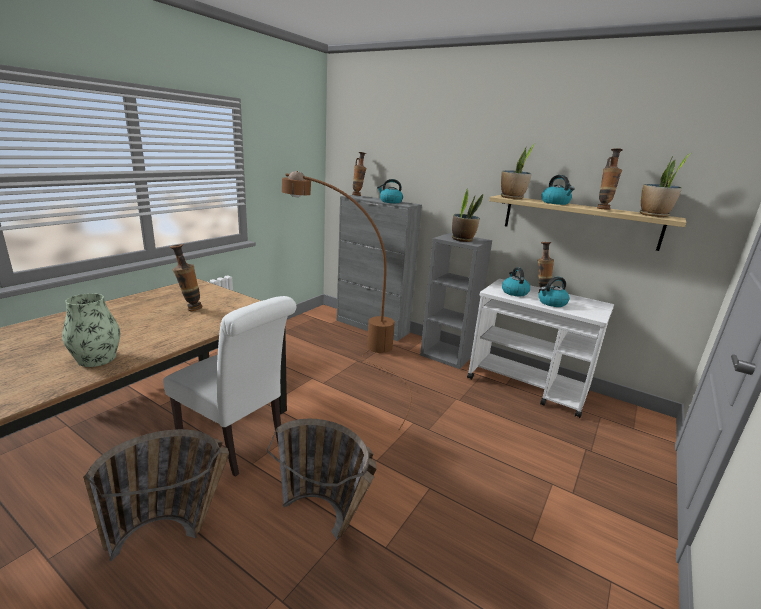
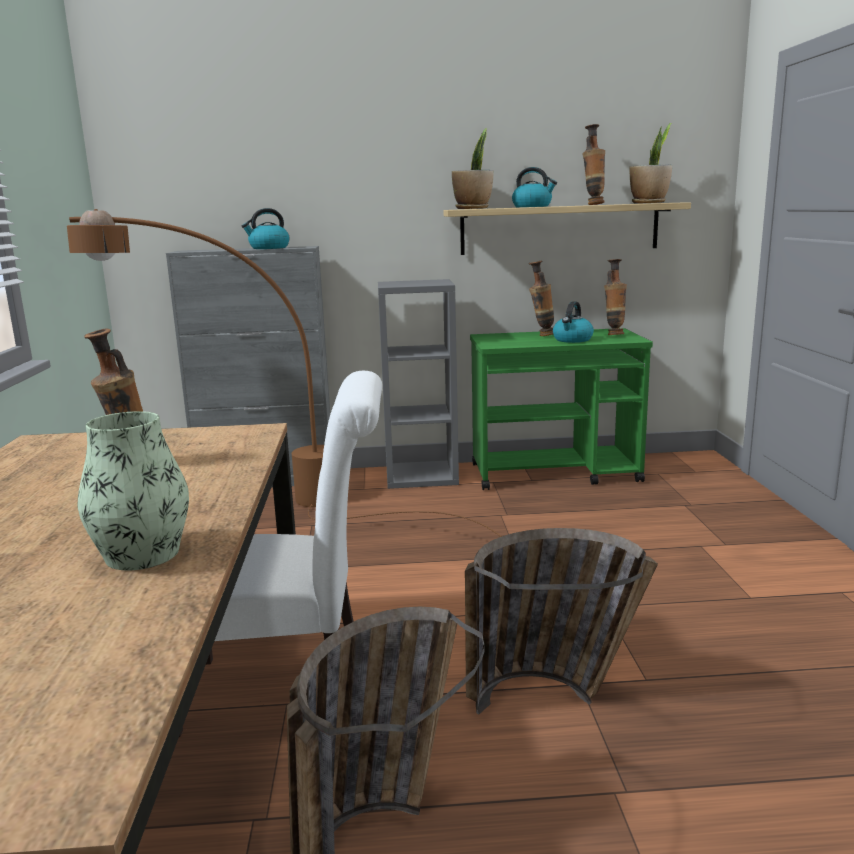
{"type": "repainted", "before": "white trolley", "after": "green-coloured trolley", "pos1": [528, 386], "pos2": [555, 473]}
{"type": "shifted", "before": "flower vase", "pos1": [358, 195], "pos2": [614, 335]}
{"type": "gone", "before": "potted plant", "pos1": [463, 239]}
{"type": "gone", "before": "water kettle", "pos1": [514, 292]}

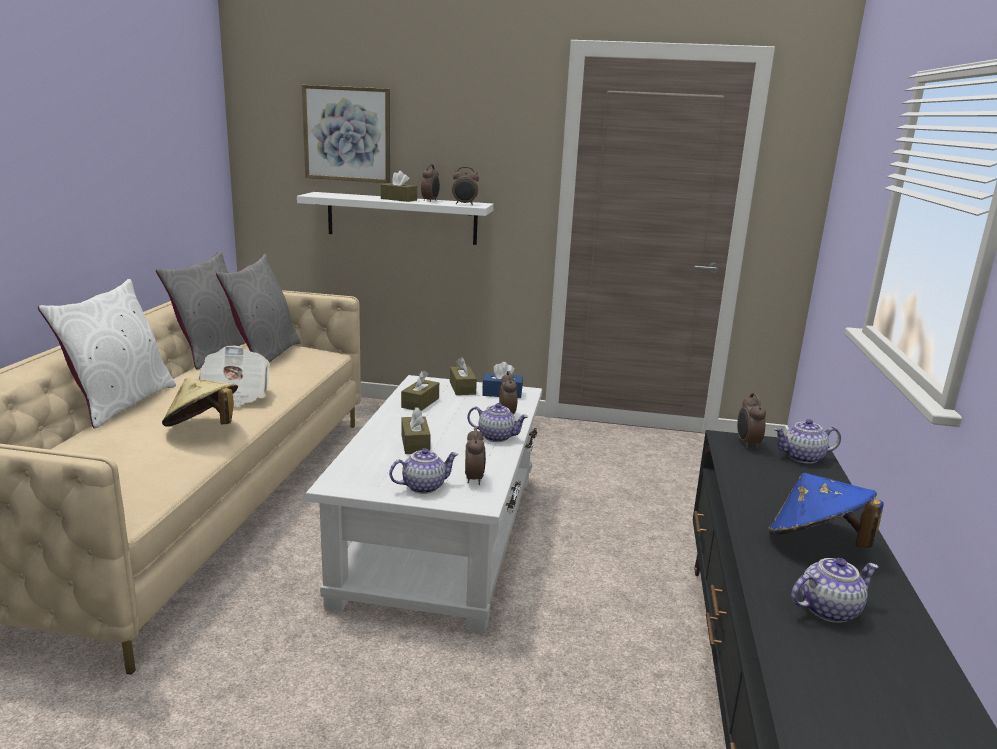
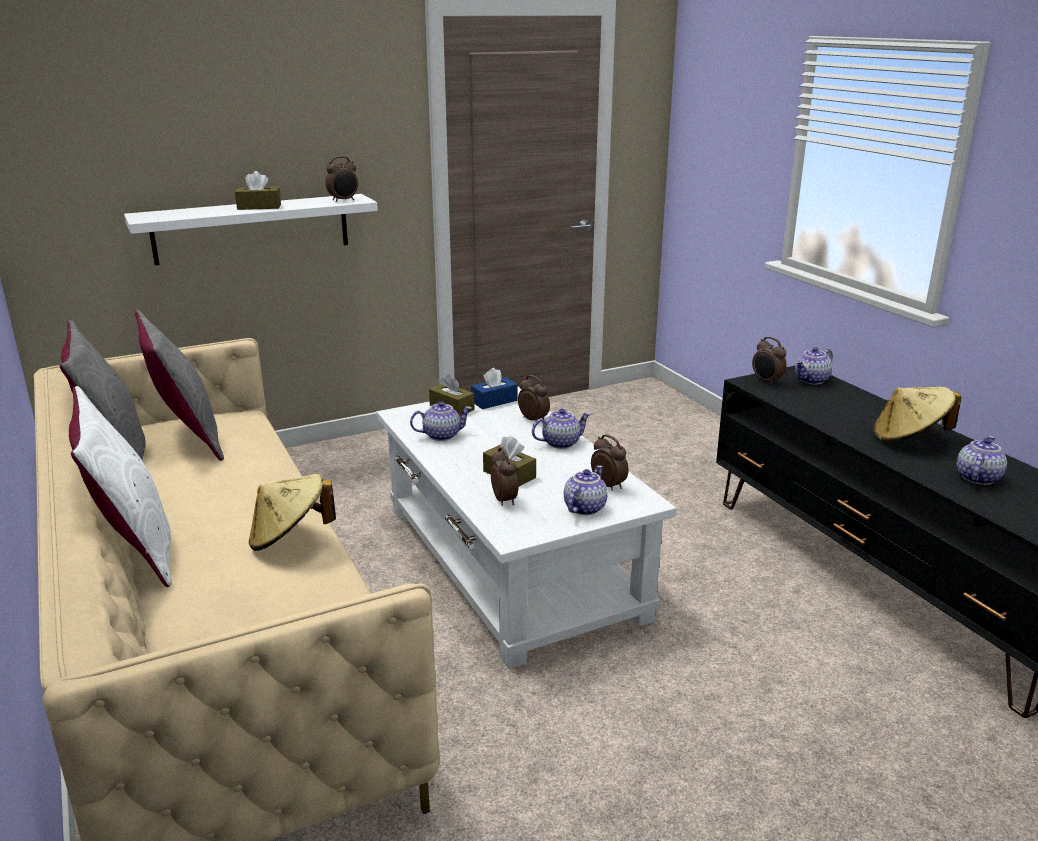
{"type": "swapped", "before": "brown box of tissues", "after": "teapot", "pos1": [420, 403], "pos2": [442, 435]}
{"type": "shifted", "before": "table clock", "pos1": [430, 201], "pos2": [505, 500]}
{"type": "repainted", "before": "blue hat", "after": "sand-coloured hat", "pos1": [815, 542], "pos2": [909, 438]}
{"type": "gone", "before": "daily paper", "pos1": [236, 395]}
{"type": "gone", "before": "wall picture", "pos1": [347, 134]}

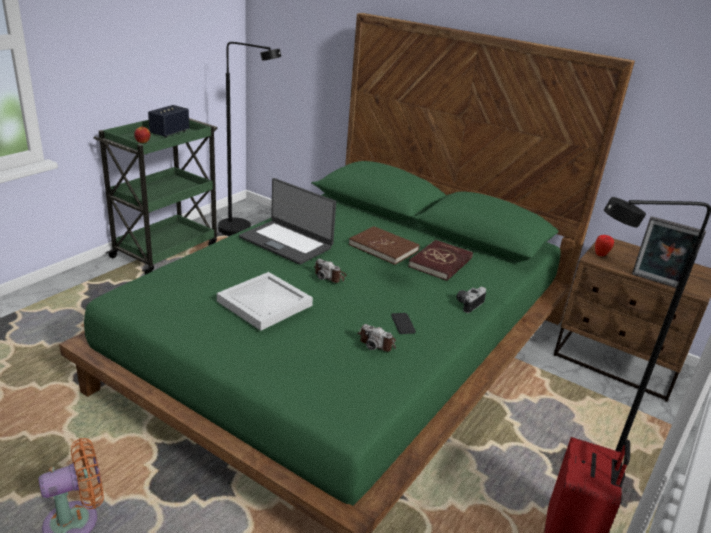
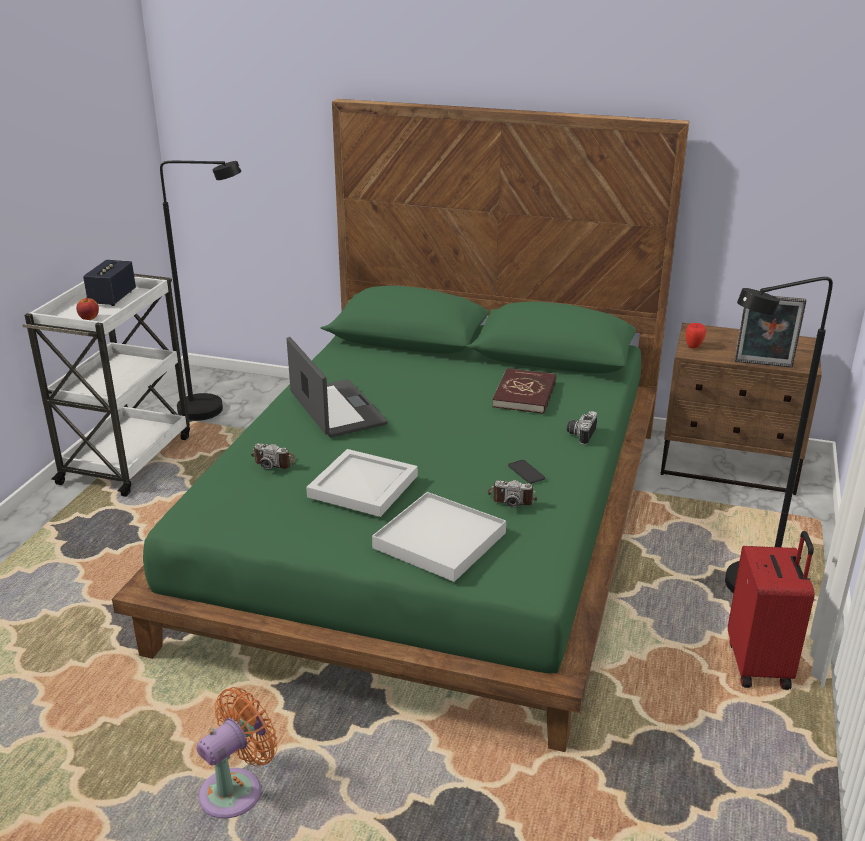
{"type": "repainted", "before": "green-coloured trolley", "after": "white trolley", "pos1": [166, 250], "pos2": [127, 458]}
{"type": "shifted", "before": "photo camera", "pos1": [330, 276], "pos2": [275, 461]}
{"type": "rotated", "before": "portable computer", "pos1": [286, 242], "pos2": [336, 409], "turn": -135}
{"type": "new", "after": "white carrying tray", "pos2": [440, 540]}
{"type": "gone", "before": "brown bound book", "pos1": [383, 248]}

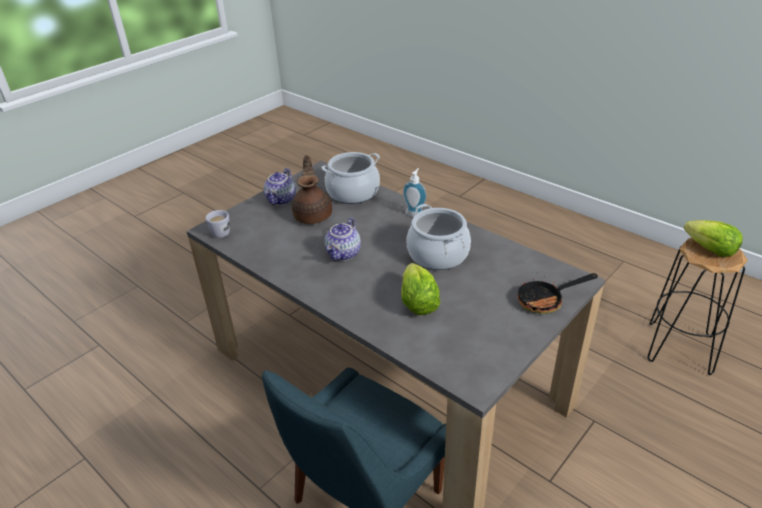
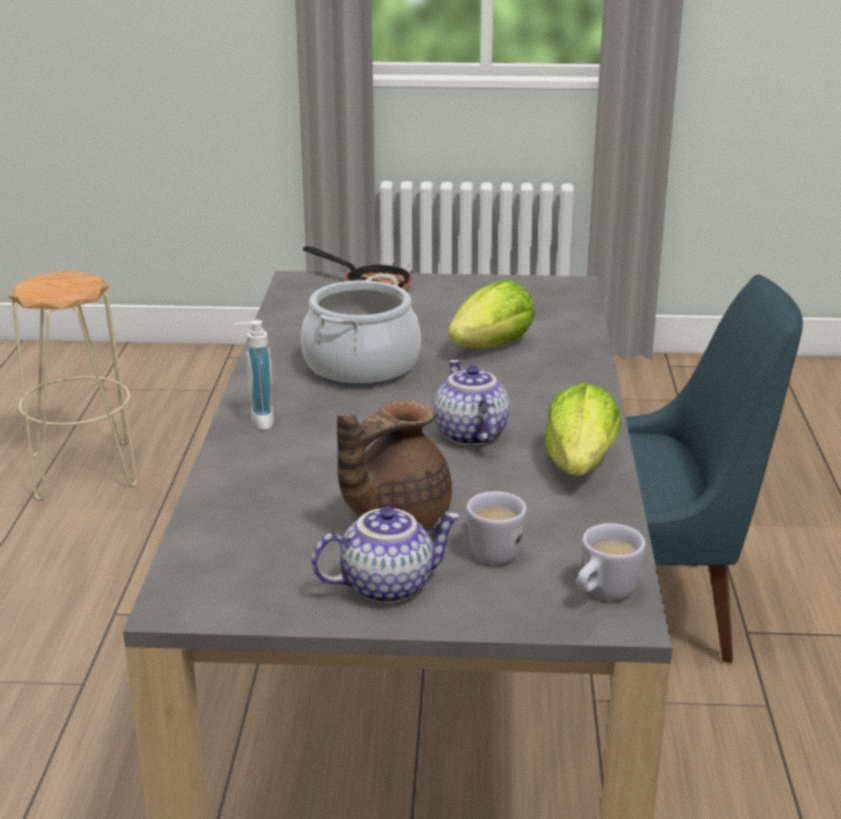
{"type": "repainted", "before": "black sitting stool", "after": "sand-coloured sitting stool", "pos1": [679, 348], "pos2": [84, 470]}
{"type": "rotated", "before": "teapot", "pos1": [344, 254], "pos2": [468, 434], "turn": -90}
{"type": "new", "after": "white mug", "pos2": [490, 549]}
{"type": "shifted", "before": "lettuce head", "pos1": [710, 250], "pos2": [580, 465]}
{"type": "gone", "before": "cooking pot", "pos1": [353, 192]}

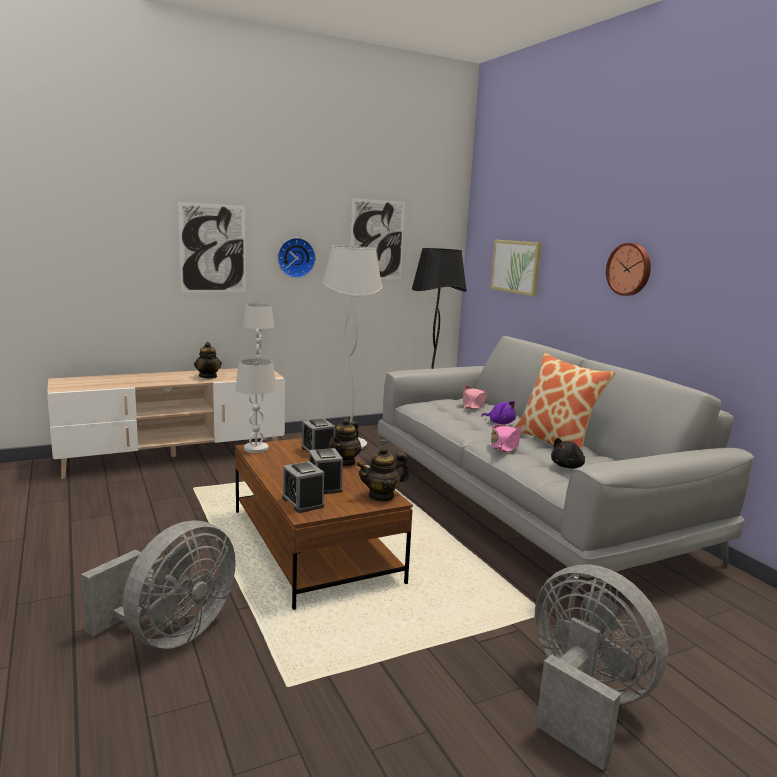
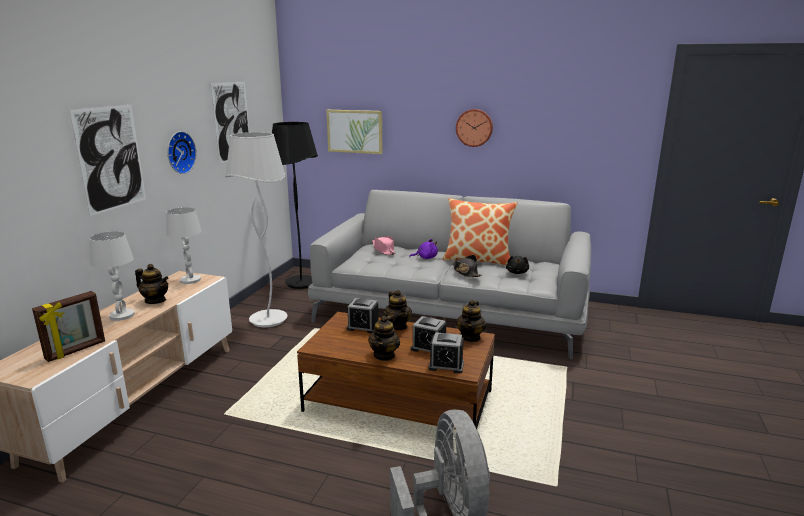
{"type": "new", "after": "picture frame", "pos2": [76, 351]}
{"type": "shifted", "before": "white lamp for a table", "pos1": [256, 448], "pos2": [122, 315]}
{"type": "new", "after": "teapot", "pos2": [384, 355]}
{"type": "repainted", "before": "pink hat", "after": "black hat", "pos1": [505, 445], "pos2": [465, 272]}
{"type": "gone", "before": "greyish electric fan", "pos1": [584, 701]}

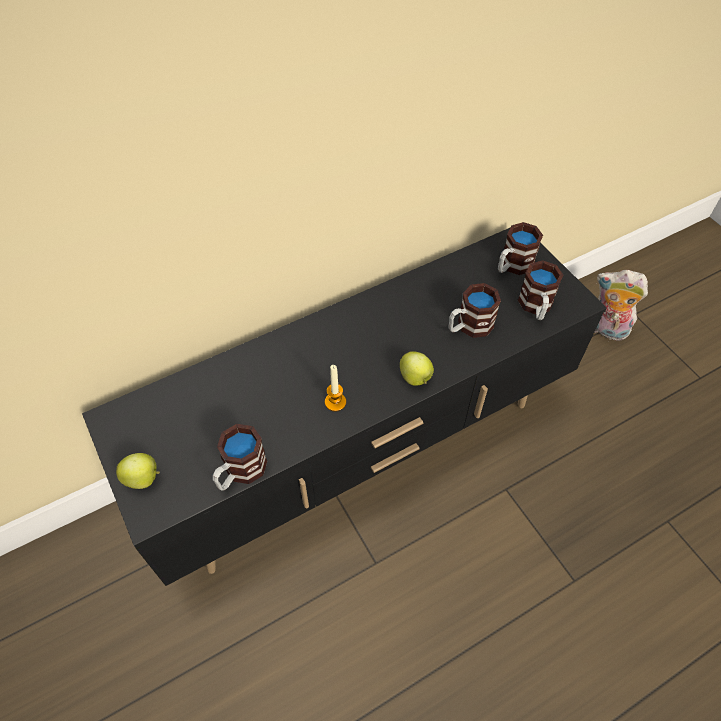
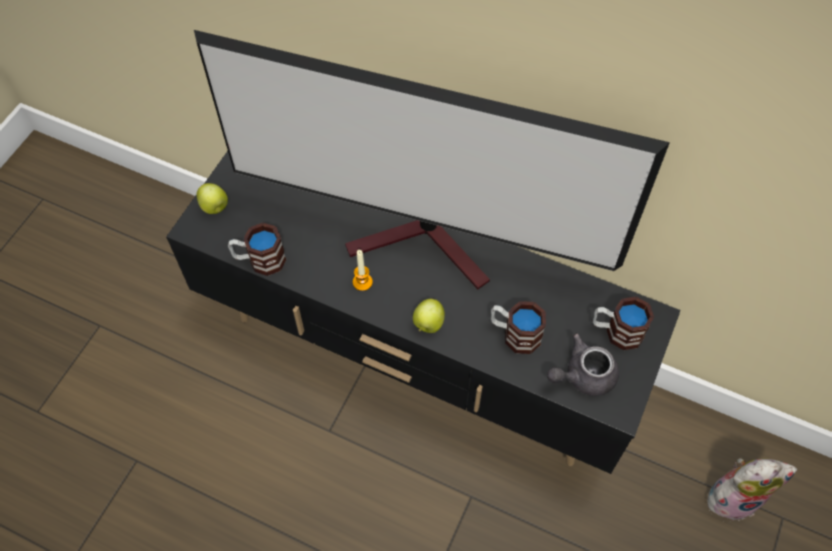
{"type": "new", "after": "TV", "pos2": [427, 245]}
{"type": "swapped", "before": "mug", "after": "greyish teapot", "pos1": [536, 307], "pos2": [582, 375]}
{"type": "rotated", "before": "soft toy", "pos1": [605, 329], "pos2": [733, 496], "turn": 90}

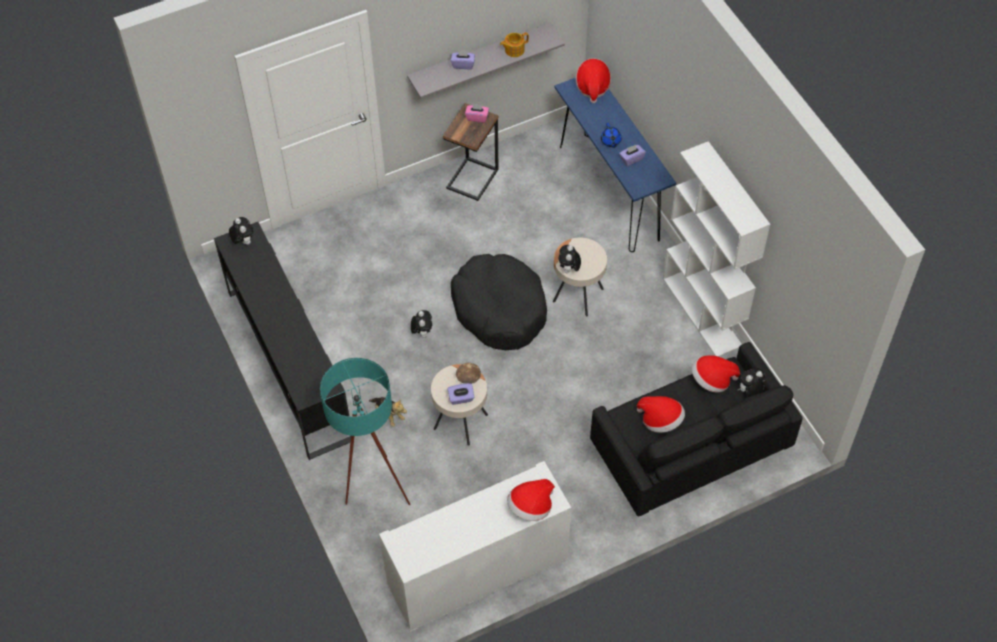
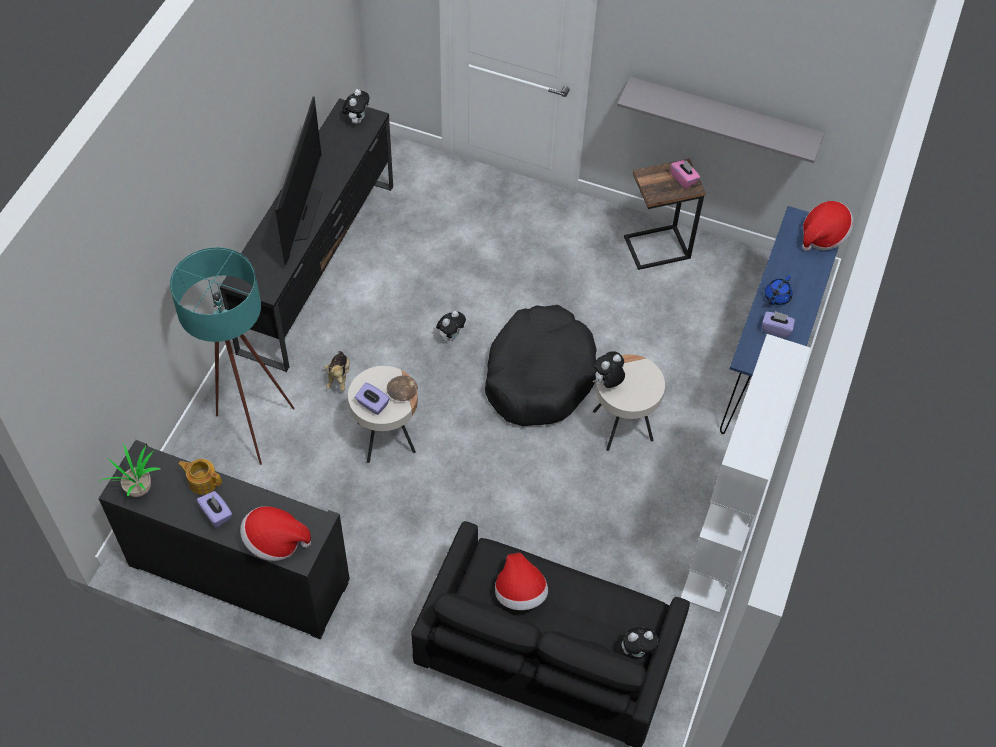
{"type": "repainted", "before": "white storage cabinet", "after": "black storage cabinet", "pos1": [477, 572], "pos2": [239, 573]}
{"type": "new", "after": "potted plant", "pos2": [138, 488]}
{"type": "shifted", "before": "teapot", "pos1": [514, 50], "pos2": [203, 481]}
{"type": "shifted", "before": "purple box of tissues", "pos1": [463, 64], "pos2": [216, 514]}
{"type": "new", "after": "TV", "pos2": [302, 213]}
{"type": "rotated", "before": "soft toy", "pos1": [750, 392], "pos2": [638, 650], "turn": 150}
{"type": "gone", "before": "hat", "pos1": [712, 380]}

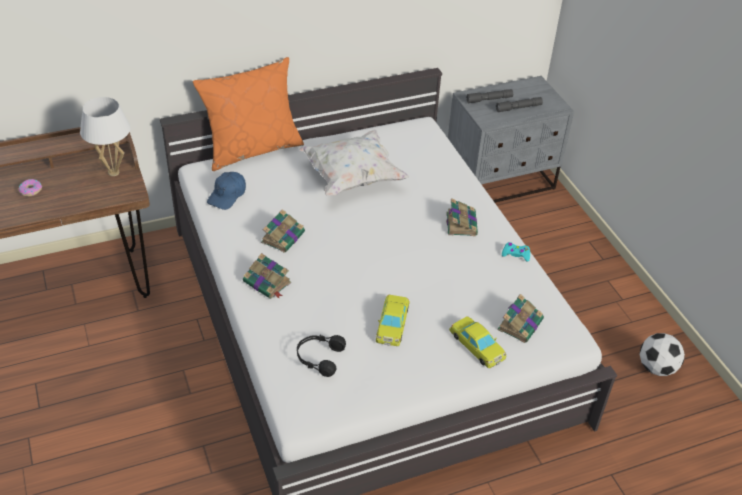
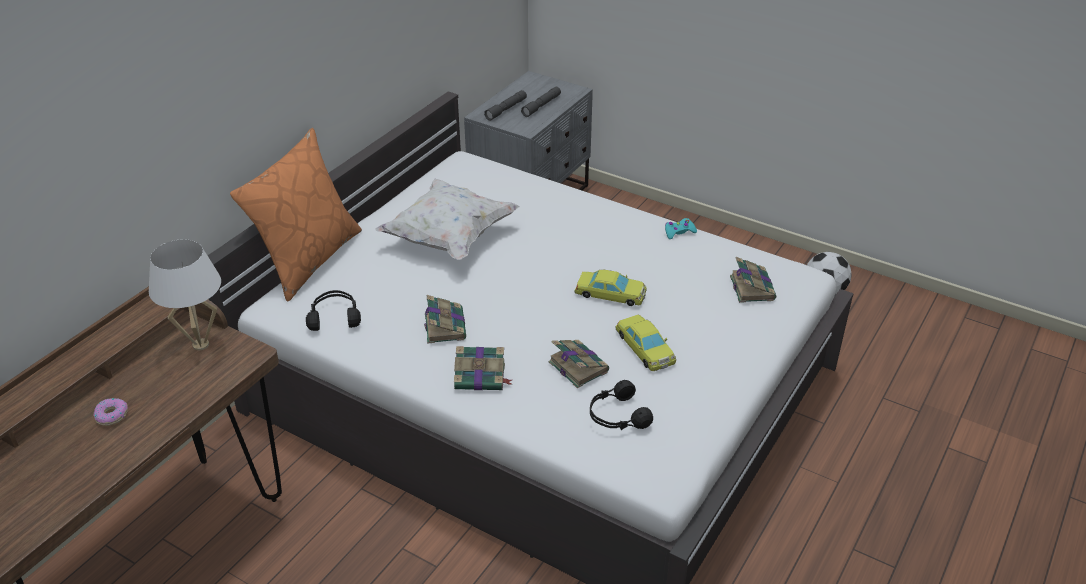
{"type": "swapped", "before": "blue cap", "after": "black headphones", "pos1": [227, 195], "pos2": [334, 316]}
{"type": "shifted", "before": "bound book", "pos1": [461, 223], "pos2": [577, 366]}
{"type": "shifted", "before": "yellow-coloured toy car", "pos1": [477, 345], "pos2": [610, 293]}

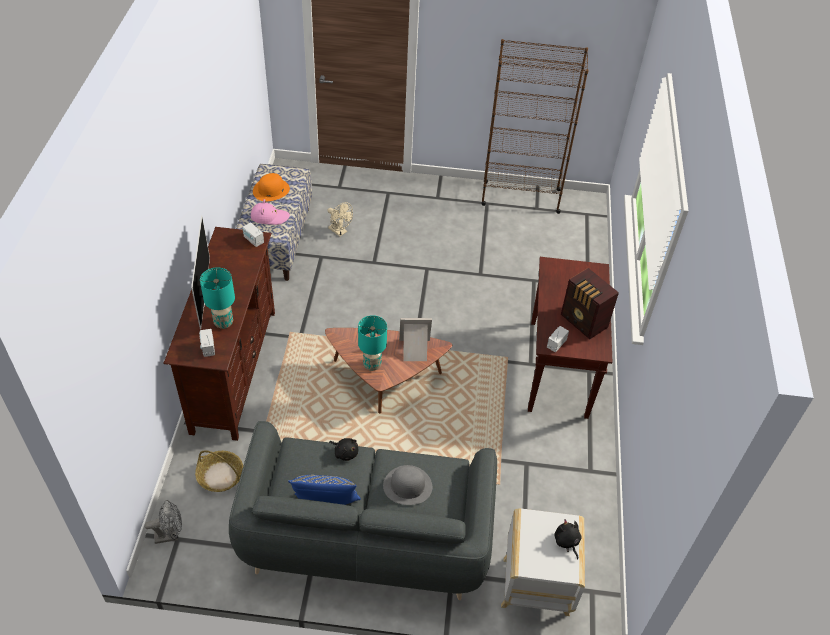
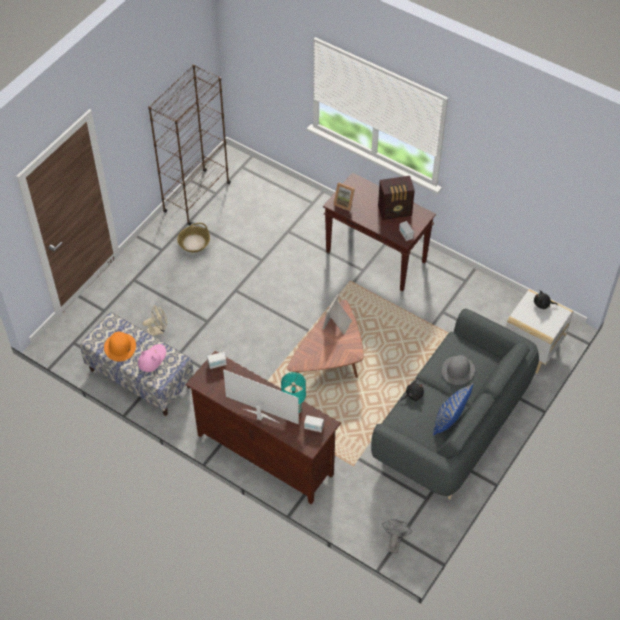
{"type": "shifted", "before": "household basket", "pos1": [220, 476], "pos2": [194, 243]}
{"type": "new", "after": "picture frame", "pos2": [344, 203]}
{"type": "gone", "before": "turquoise-coloured lamp for a table", "pos1": [372, 364]}

